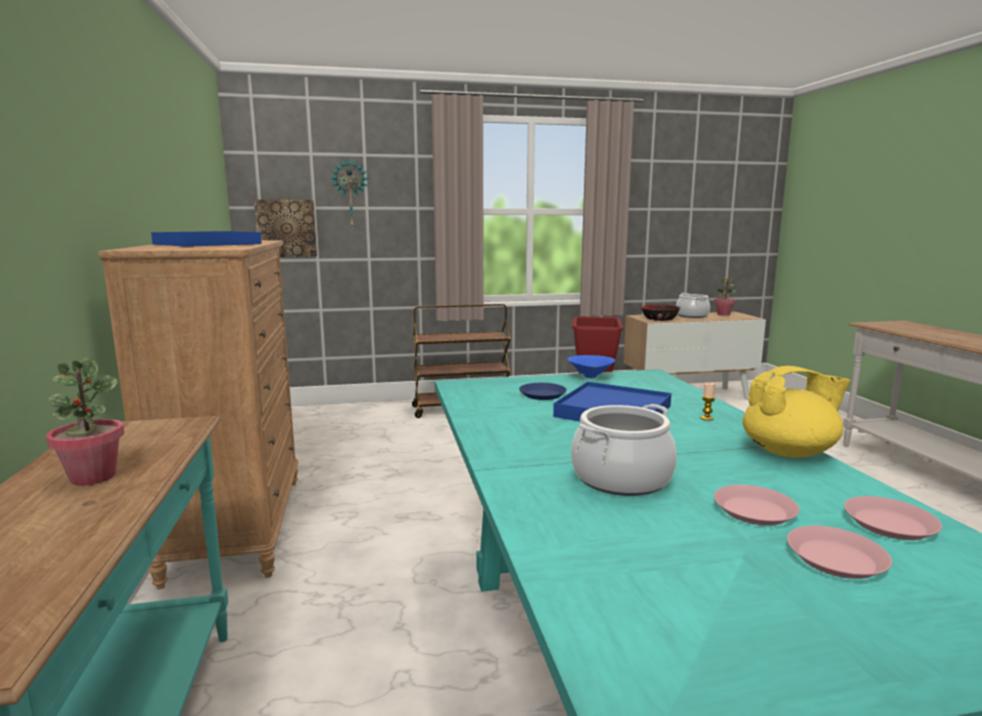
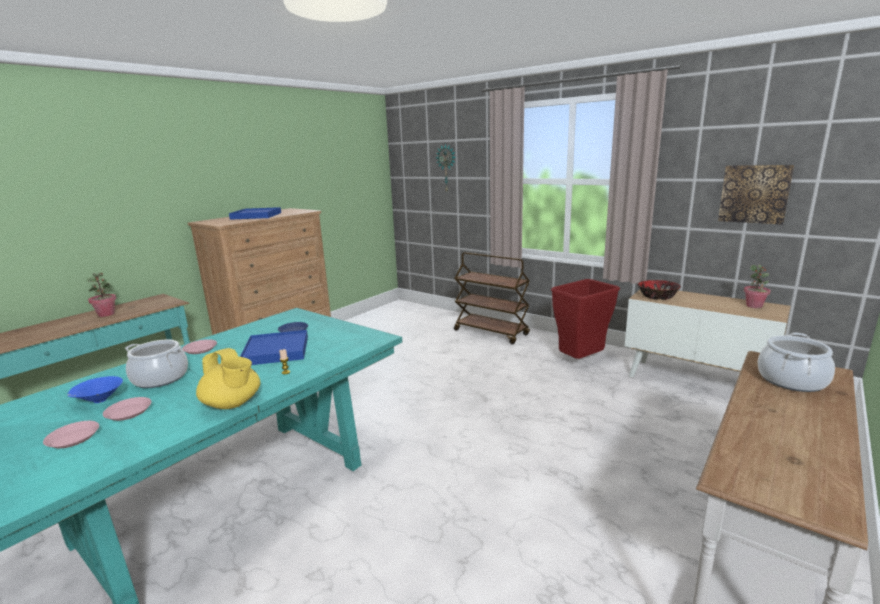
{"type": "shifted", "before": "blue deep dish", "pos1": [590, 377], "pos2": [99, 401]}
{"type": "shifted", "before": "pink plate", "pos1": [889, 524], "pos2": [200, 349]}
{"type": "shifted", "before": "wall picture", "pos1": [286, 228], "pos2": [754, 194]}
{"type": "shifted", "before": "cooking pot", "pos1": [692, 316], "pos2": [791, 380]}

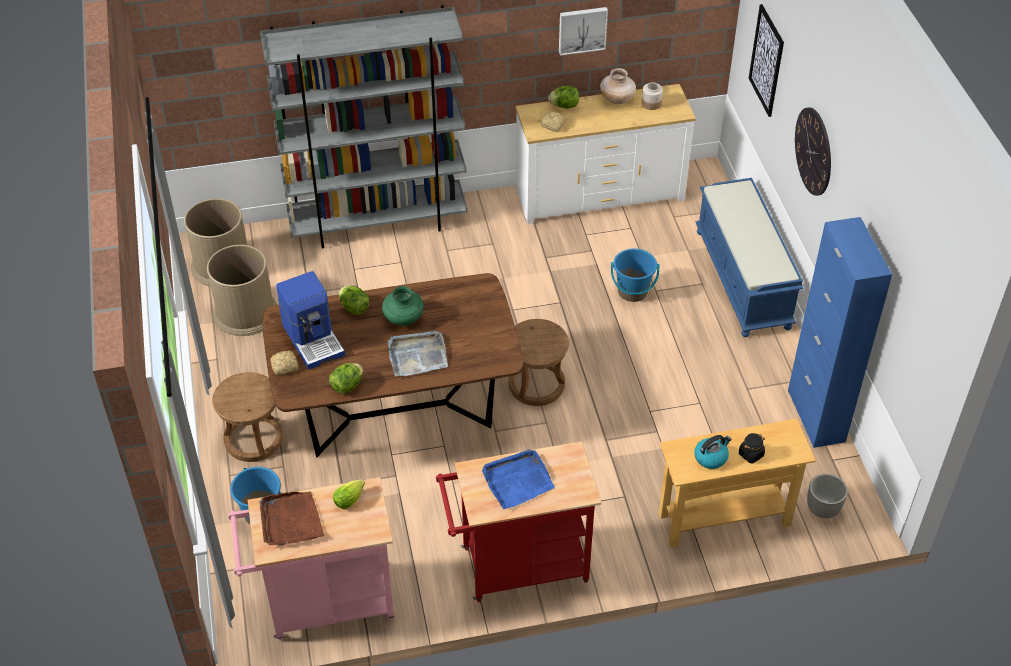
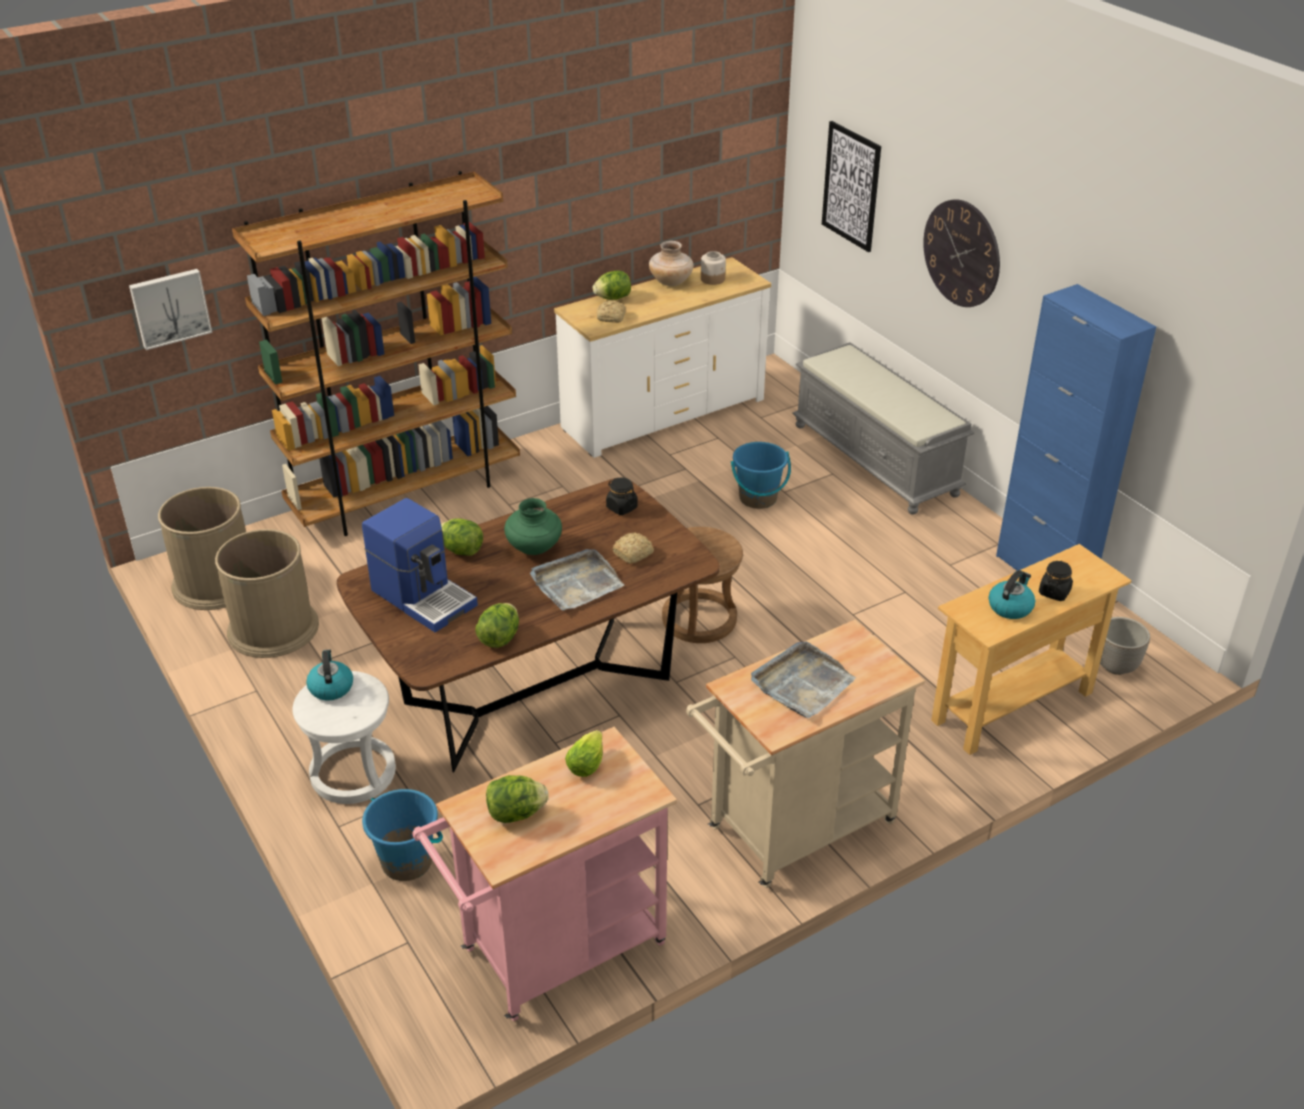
{"type": "shifted", "before": "wall picture", "pos1": [582, 29], "pos2": [170, 307]}
{"type": "repainted", "before": "greyish shelving unit", "after": "brown shelving unit", "pos1": [378, 223], "pos2": [406, 495]}
{"type": "repainted", "before": "brown sitting stool", "after": "white sitting stool", "pos1": [253, 439], "pos2": [352, 773]}
{"type": "new", "after": "water kettle", "pos2": [331, 687]}
{"type": "swapped", "before": "brown carrying tray", "after": "lettuce head", "pos1": [290, 521], "pos2": [516, 813]}
{"type": "new", "after": "black jar", "pos2": [621, 507]}
{"type": "shifted", "before": "bakery bread", "pos1": [285, 366], "pos2": [634, 553]}
{"type": "repainted", "before": "reddish trolley", "after": "sand-coloured trolley", "pos1": [516, 567], "pos2": [792, 831]}
{"type": "repainted", "before": "blue carrying tray", "after": "greyish carrying tray", "pos1": [517, 481], "pos2": [802, 683]}
{"type": "repainted", "before": "blue bench", "after": "greyish bench", "pos1": [744, 279], "pos2": [876, 459]}

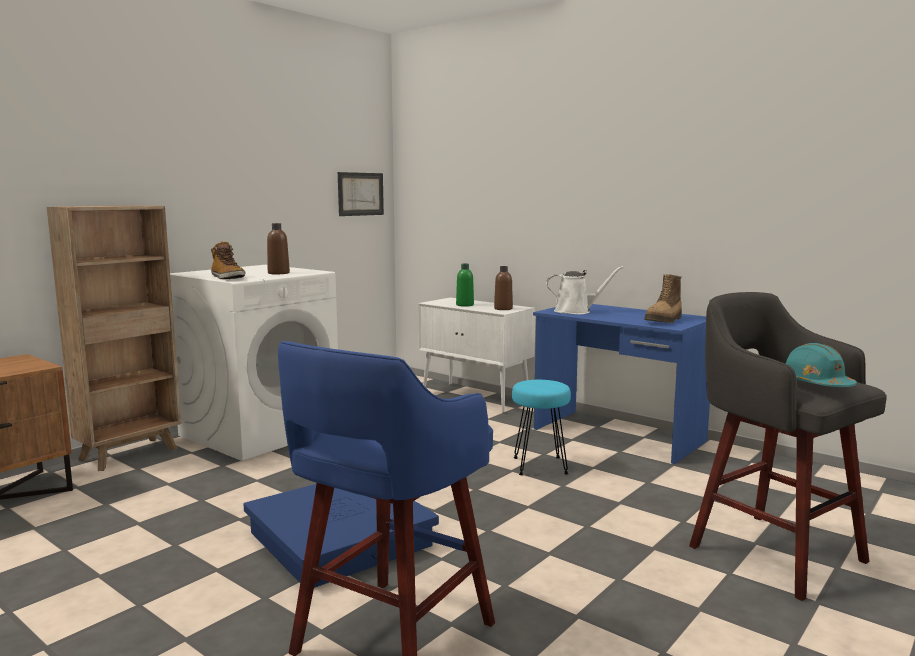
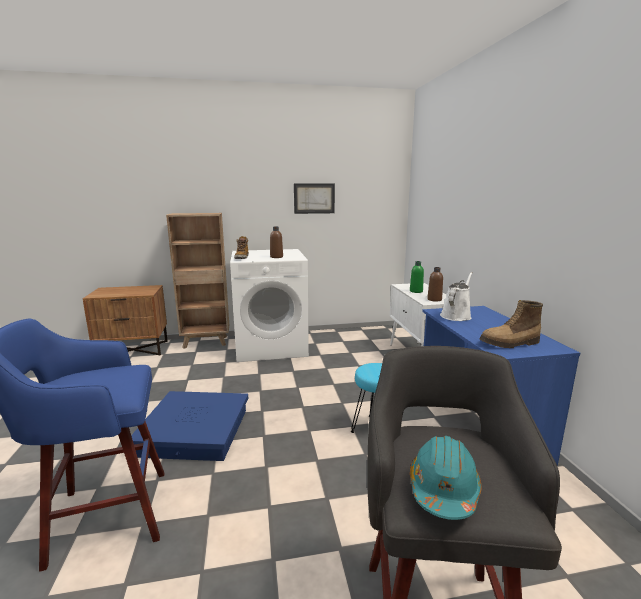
{"type": "shifted", "before": "wall picture", "pos1": [360, 194], "pos2": [314, 198]}
{"type": "rotated", "before": "white sprinkling can", "pos1": [576, 311], "pos2": [456, 315], "turn": -90}

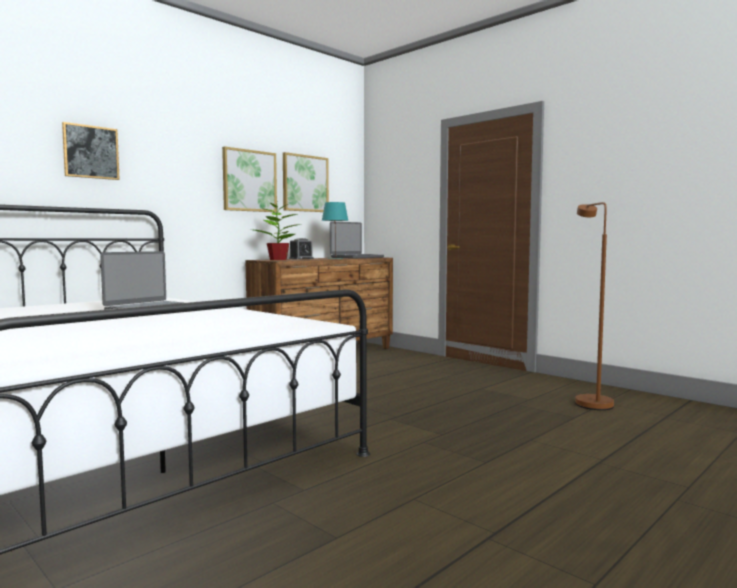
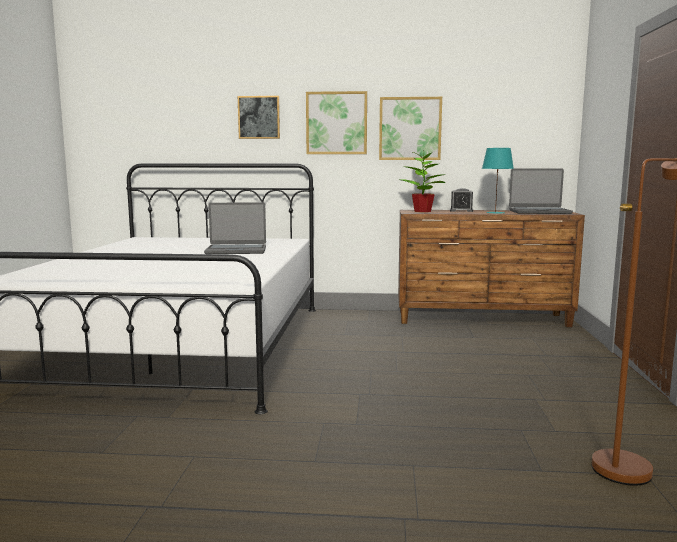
{"type": "shifted", "before": "wall picture", "pos1": [305, 183], "pos2": [336, 123]}

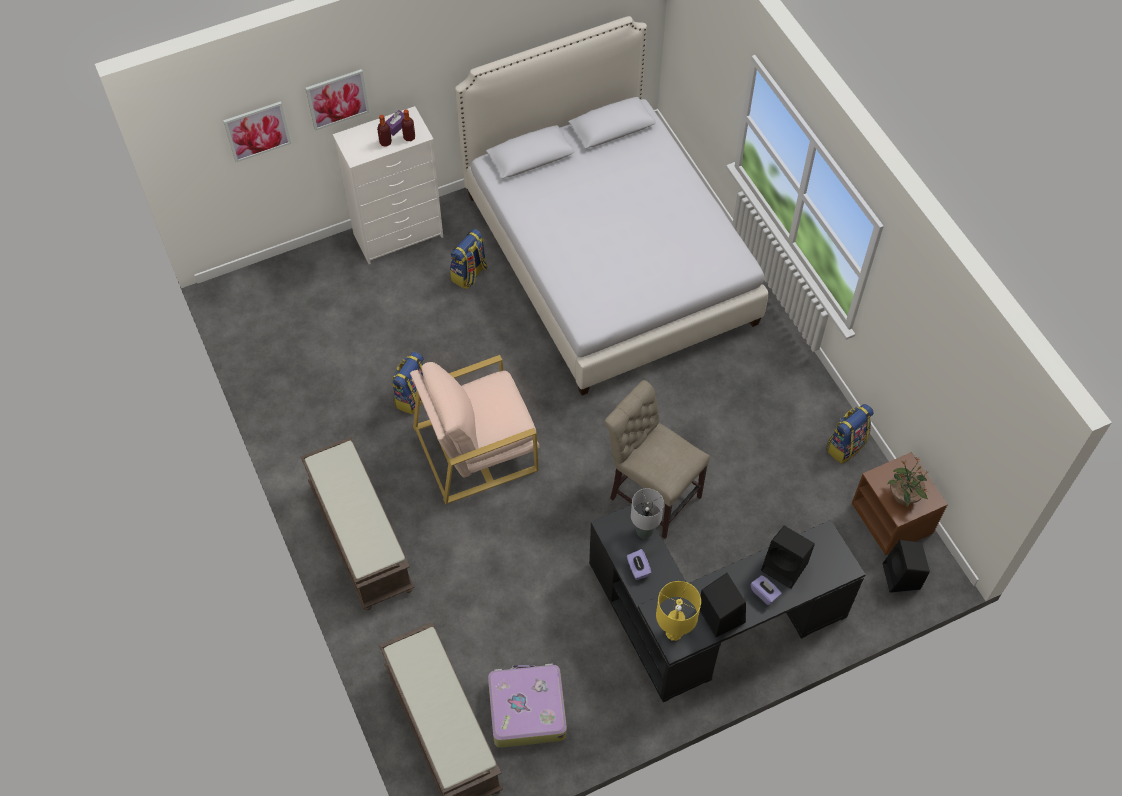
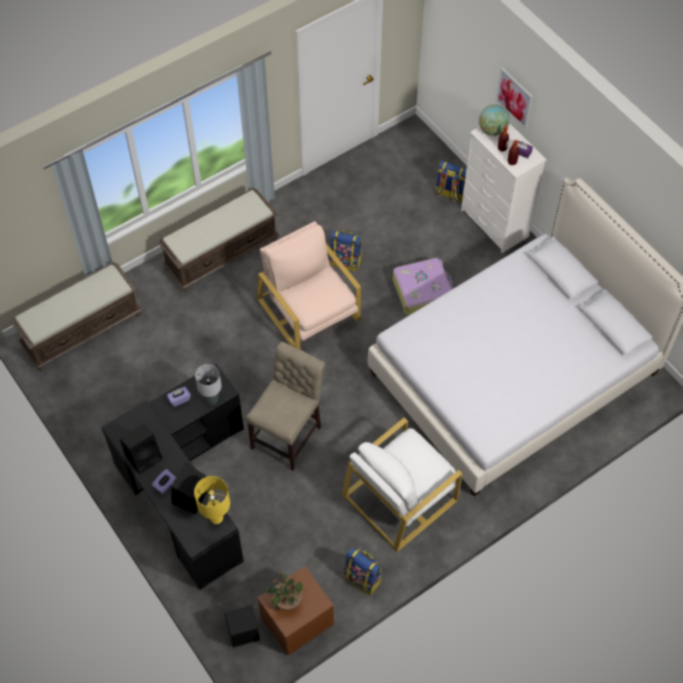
{"type": "shifted", "before": "yellow-coloured lamp for a table", "pos1": [674, 632], "pos2": [216, 518]}
{"type": "new", "after": "white easy chair", "pos2": [400, 497]}
{"type": "shifted", "before": "travel case", "pos1": [526, 709], "pos2": [423, 291]}
{"type": "shifted", "before": "knapsack", "pos1": [469, 274], "pos2": [449, 193]}
{"type": "new", "after": "world globe", "pos2": [492, 130]}
{"type": "gone", "before": "wall picture", "pos1": [257, 131]}

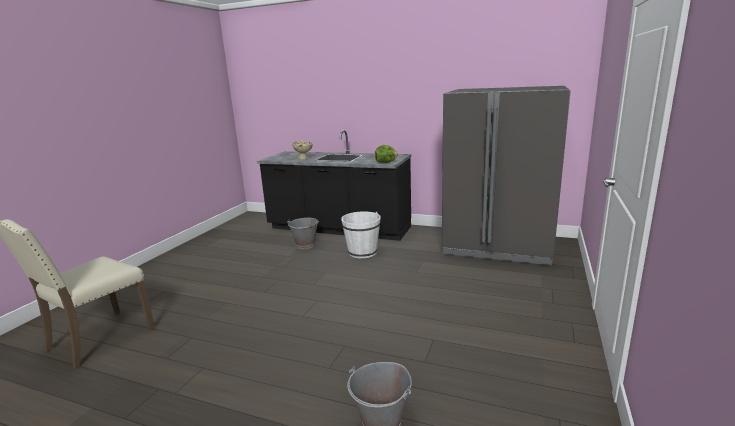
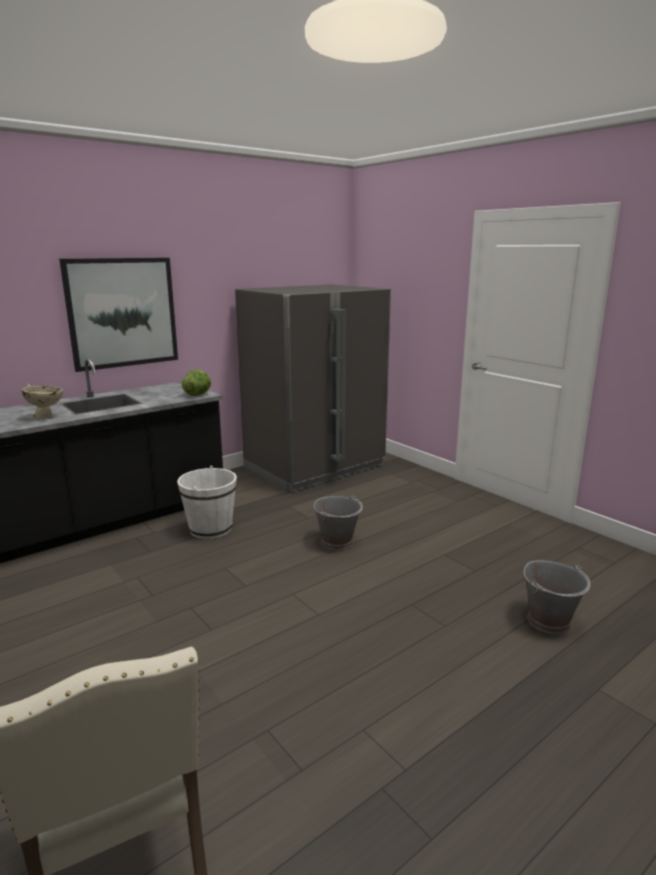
{"type": "new", "after": "wall picture", "pos2": [122, 313]}
{"type": "shifted", "before": "greyish water bucket", "pos1": [305, 245], "pos2": [337, 542]}

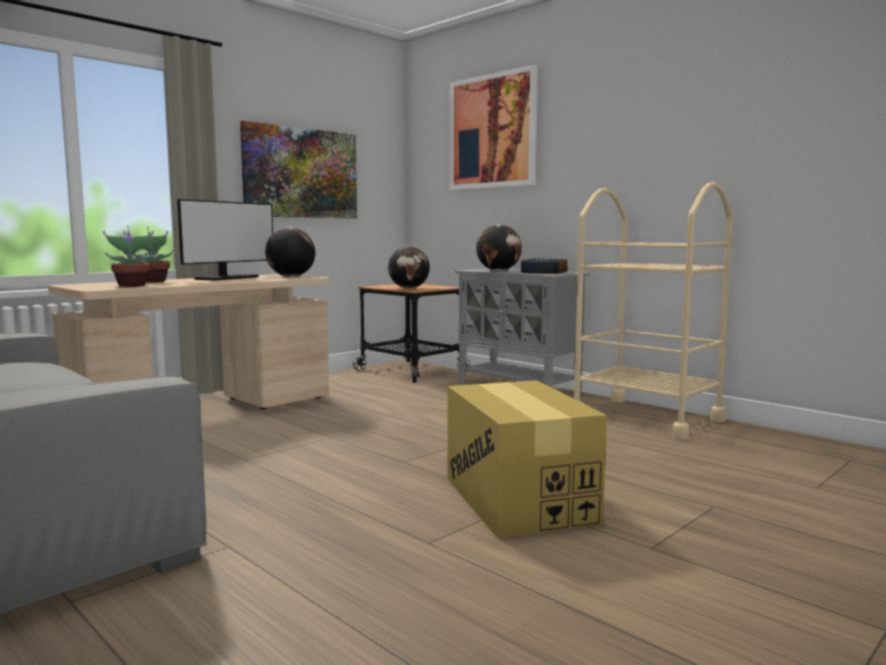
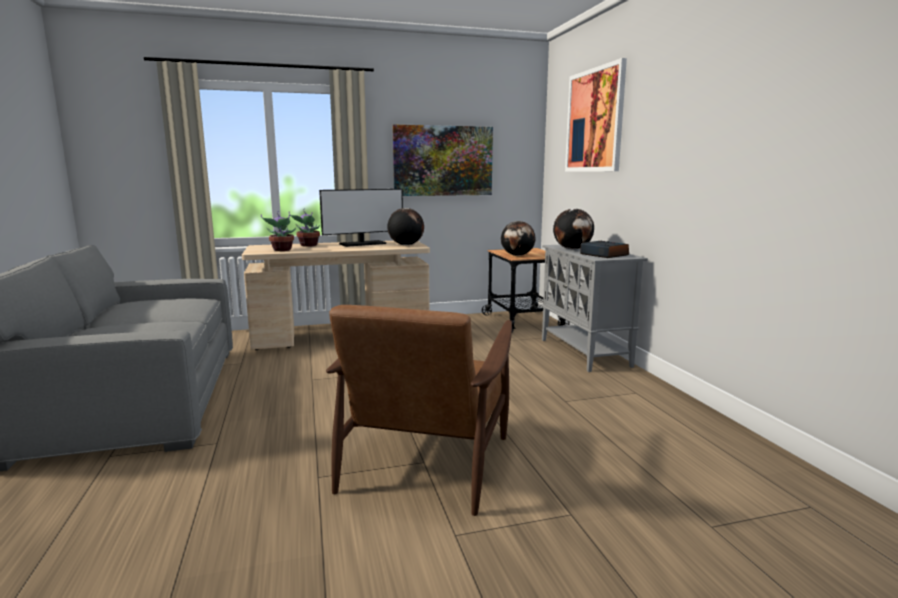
{"type": "swapped", "before": "packing box", "after": "brown easy chair", "pos1": [518, 499], "pos2": [426, 459]}
{"type": "gone", "before": "sand-coloured trolley", "pos1": [646, 417]}

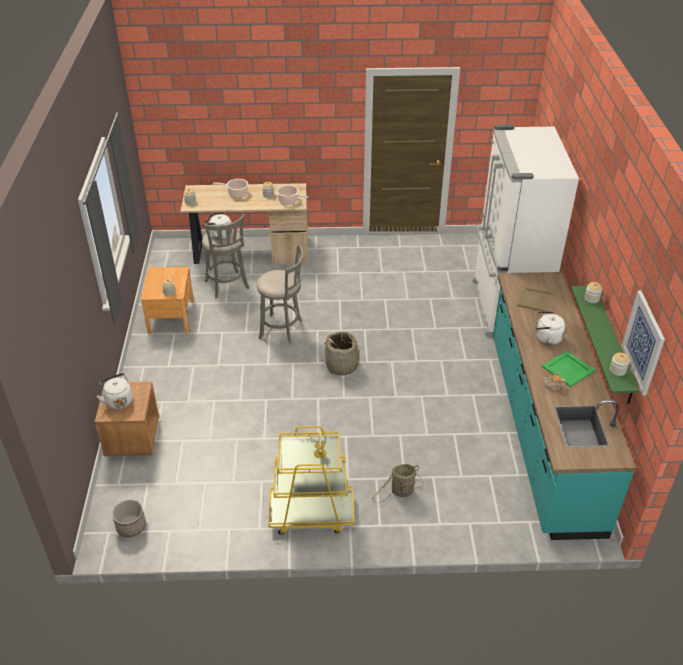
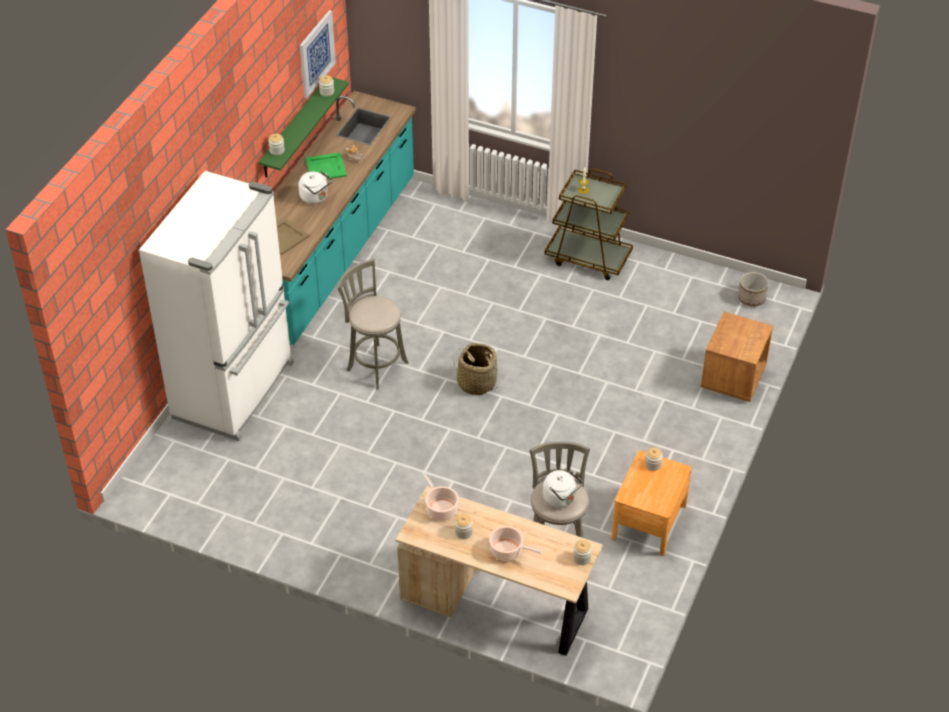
{"type": "shifted", "before": "greyish sitting stool", "pos1": [283, 330], "pos2": [375, 365]}
{"type": "repainted", "before": "yellow-coloured trolley", "after": "brown trolley", "pos1": [311, 514], "pos2": [588, 258]}
{"type": "gone", "before": "white water kettle", "pos1": [118, 400]}
{"type": "gone", "before": "household basket", "pos1": [400, 492]}

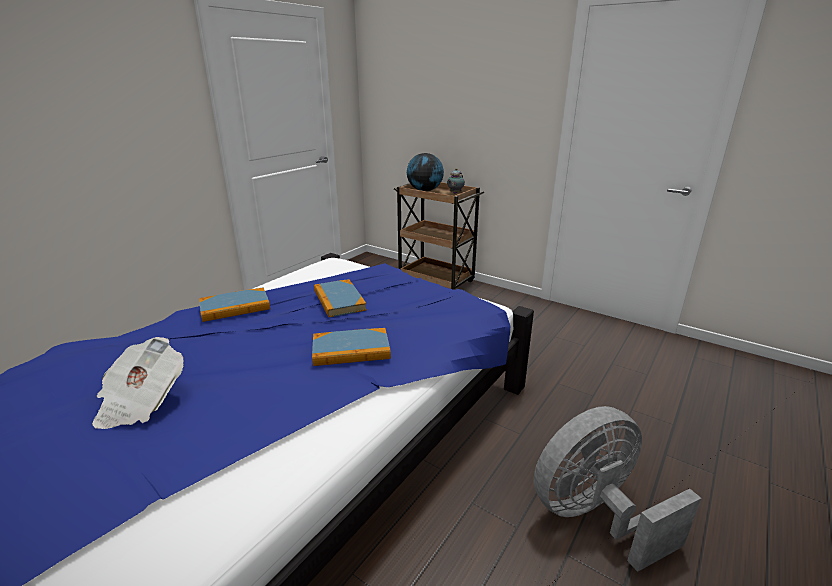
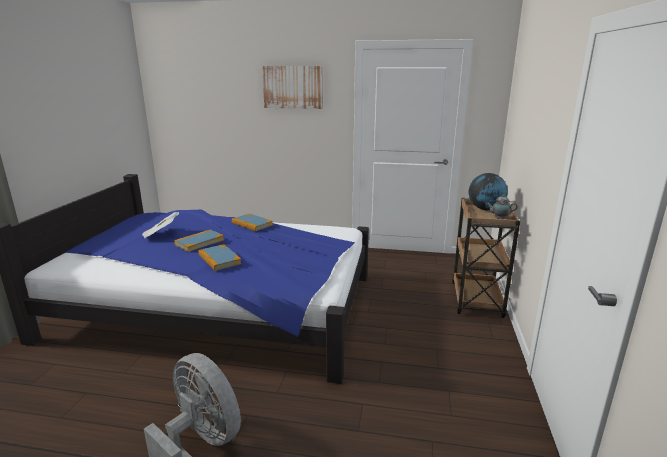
{"type": "shifted", "before": "bound book", "pos1": [339, 300], "pos2": [199, 242]}
{"type": "new", "after": "wall picture", "pos2": [293, 87]}

